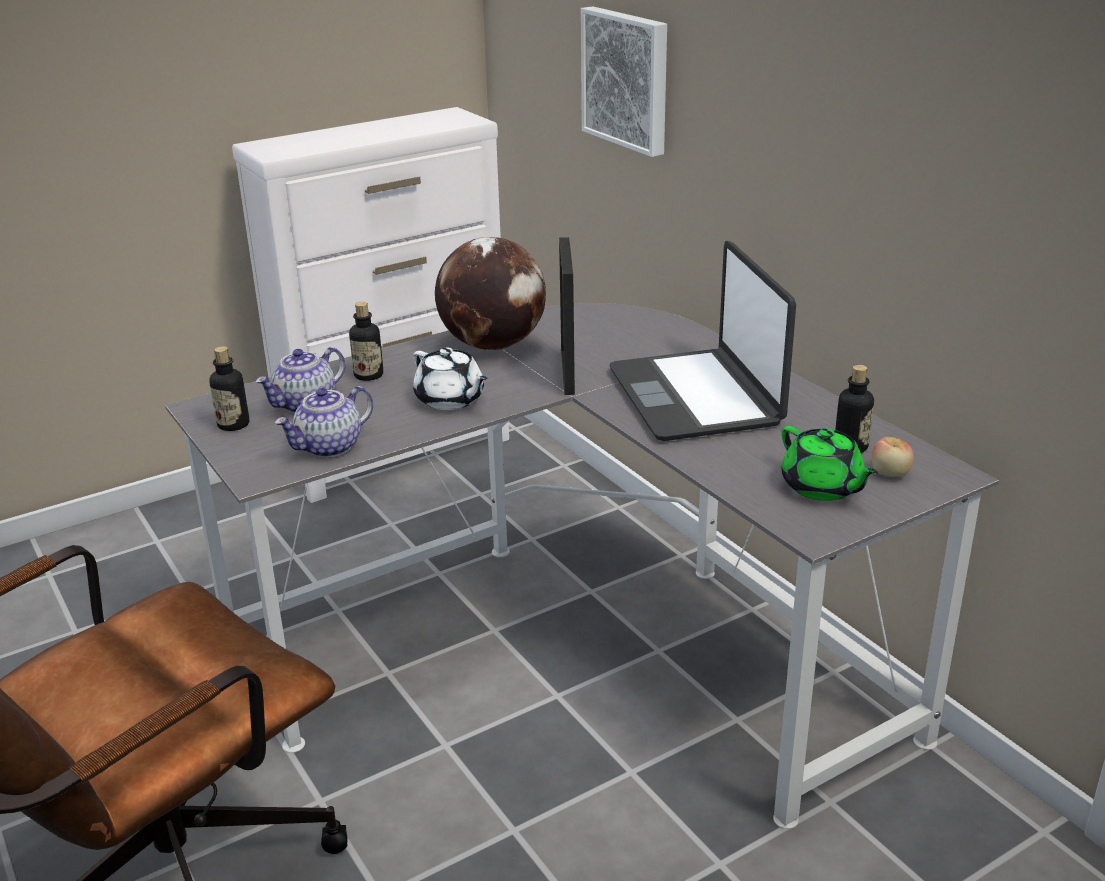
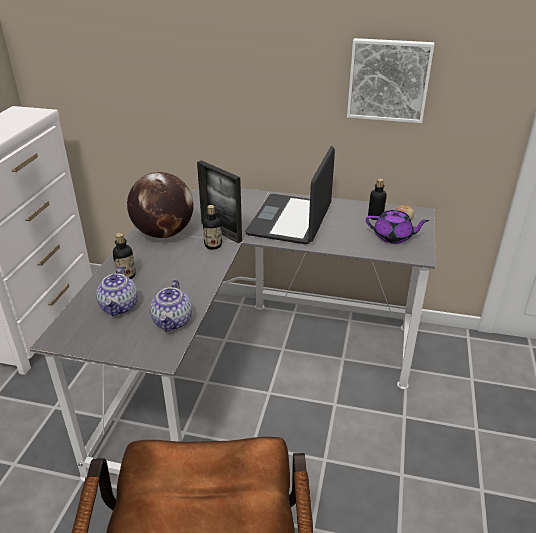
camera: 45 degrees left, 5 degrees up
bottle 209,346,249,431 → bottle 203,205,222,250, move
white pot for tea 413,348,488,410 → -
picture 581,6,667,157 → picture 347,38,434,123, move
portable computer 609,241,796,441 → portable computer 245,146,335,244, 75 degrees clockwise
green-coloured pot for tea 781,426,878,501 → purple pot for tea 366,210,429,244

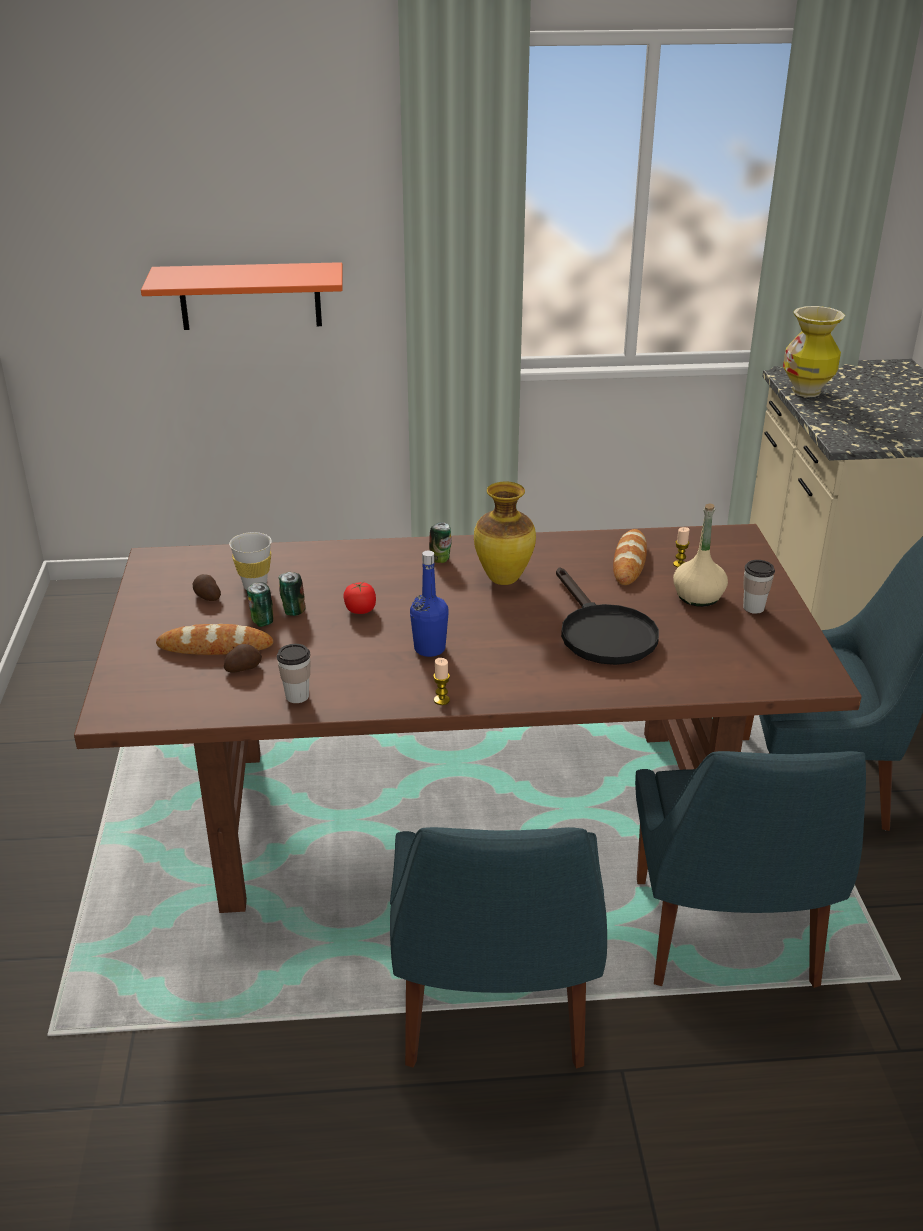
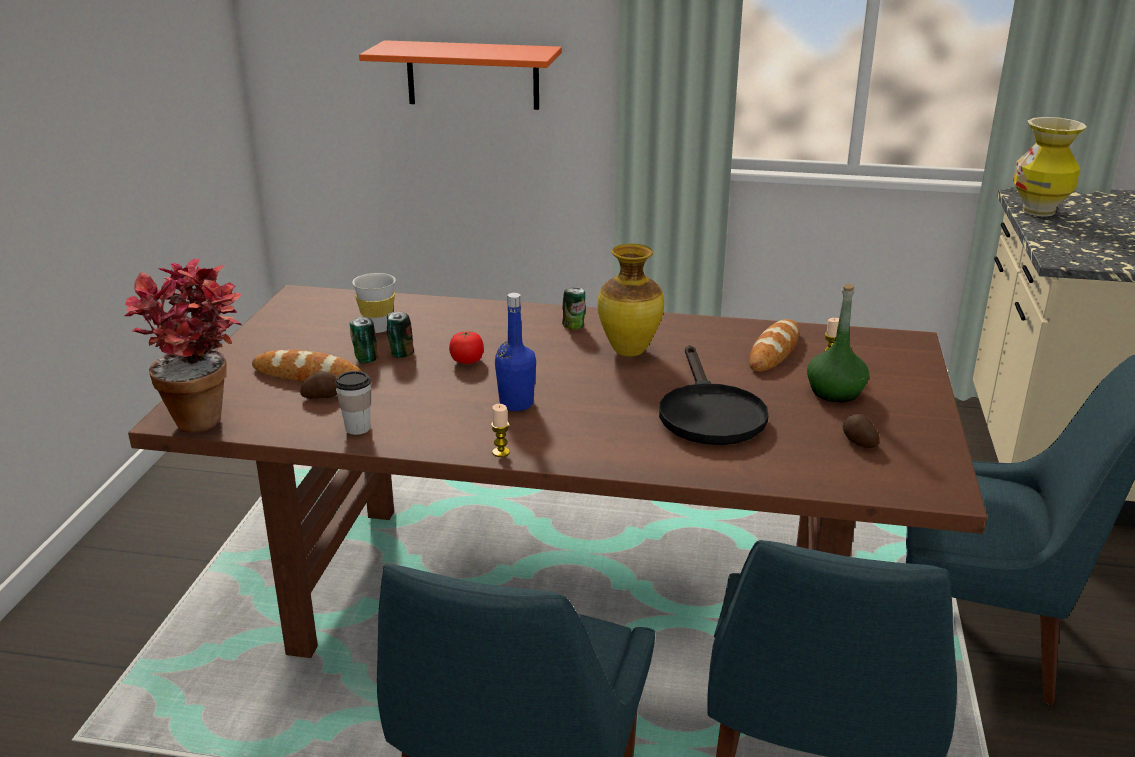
camera: 15 degrees right, 5 degrees down
spud 193,574,221,601 → spud 843,414,879,448, move
beige bottle 673,503,728,607 → green-coloured bottle 807,284,869,403
cup 743,560,775,614 → -
- → plant in a pot 125,259,243,433

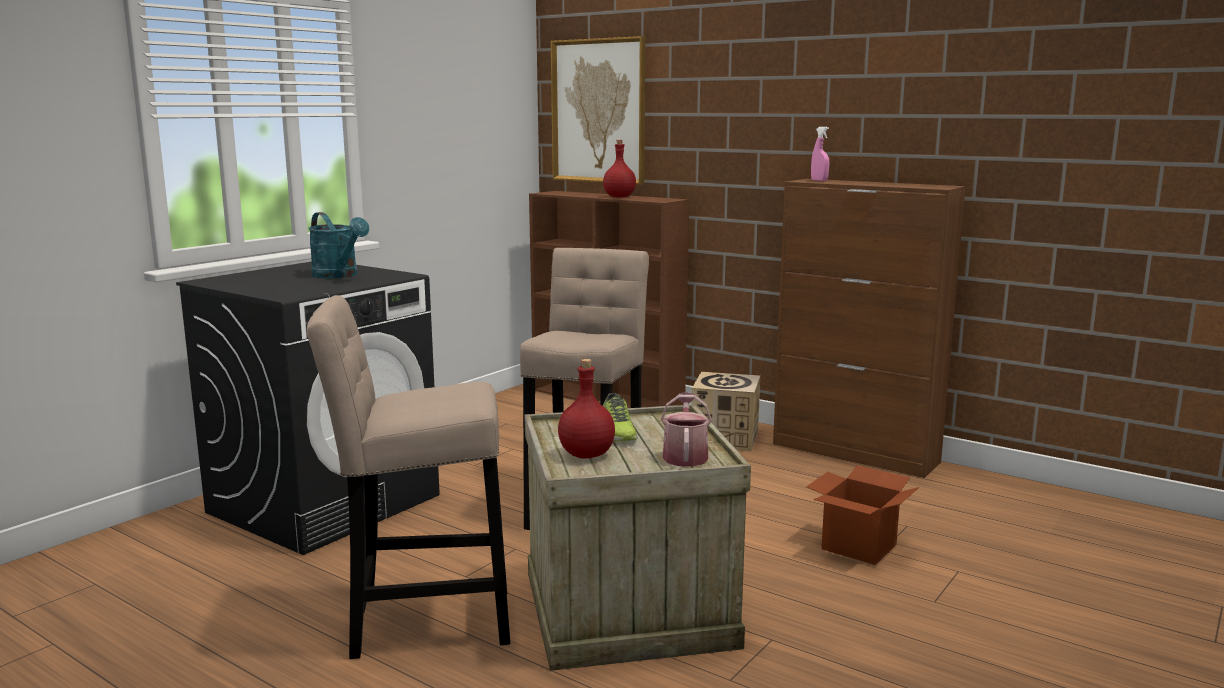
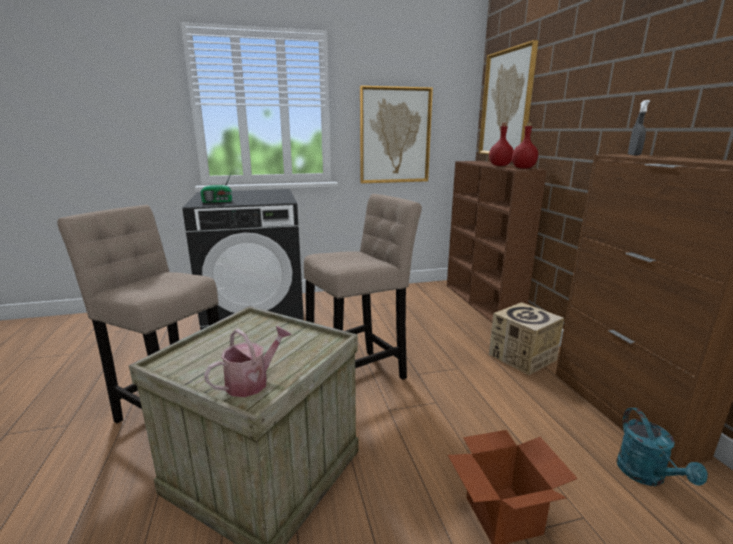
camera: 40 degrees right, 5 degrees up
blue-green watering can 308,212,369,279 → blue-green watering can 616,408,708,486, move
red-coloured bottle 558,359,615,459 → red-coloured bottle 512,122,538,168, move
shoe 603,393,638,441 → -
pink sprayer 811,127,829,181 → grey sprayer 628,100,650,155
- → radio receiver 200,171,232,203
- → picture 360,86,433,183

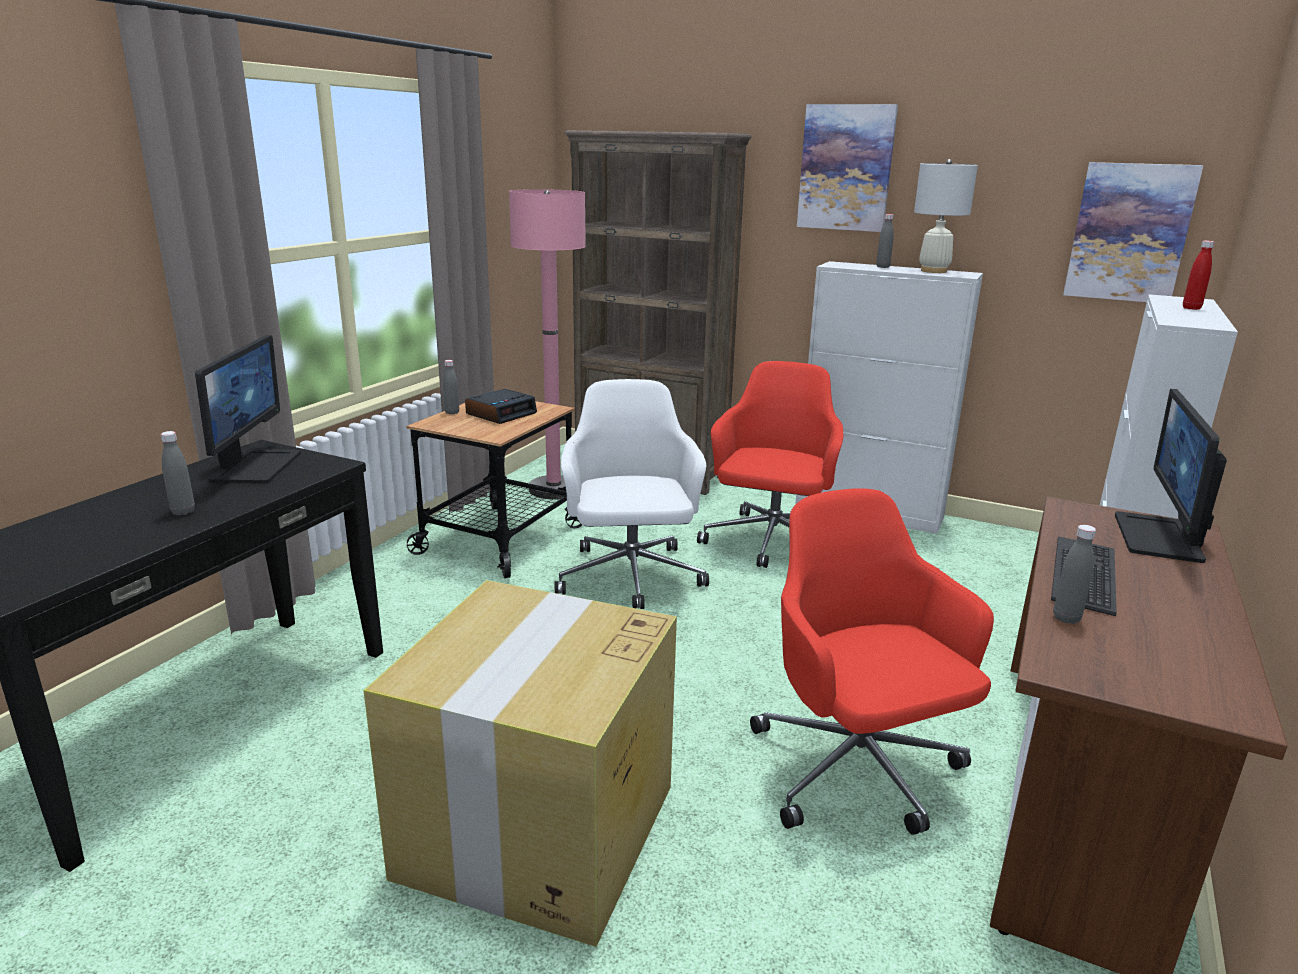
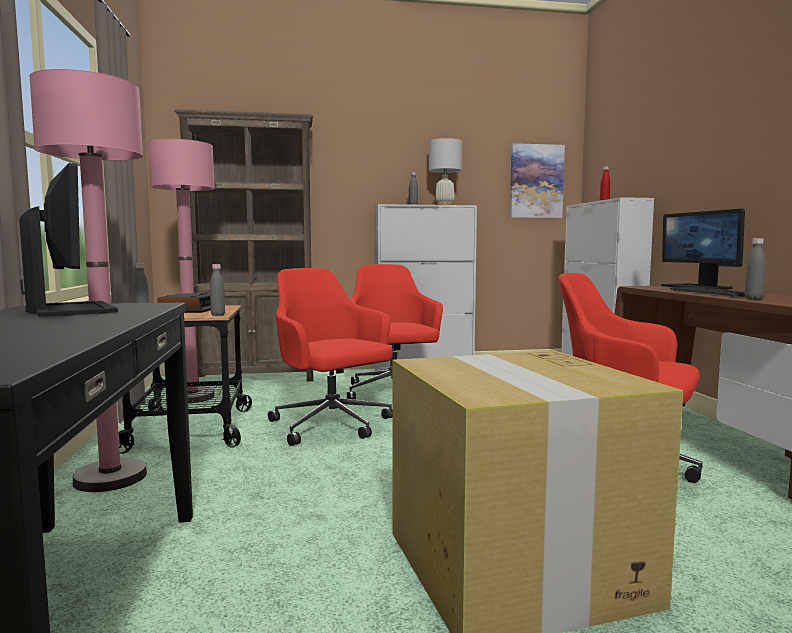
camera: 35 degrees left, 15 degrees down
grey bottle 161,431,195,515 → grey bottle 210,264,225,316, move
white desk chair 555,379,709,609 → red-coloured desk chair 268,268,393,446
picture 797,104,898,232 → -
- → pink floor lamp 29,69,147,492

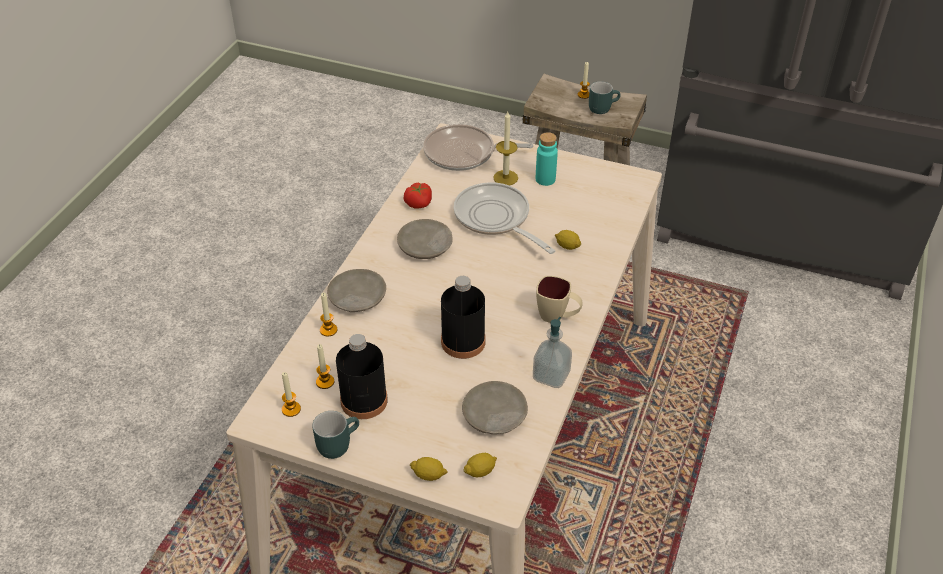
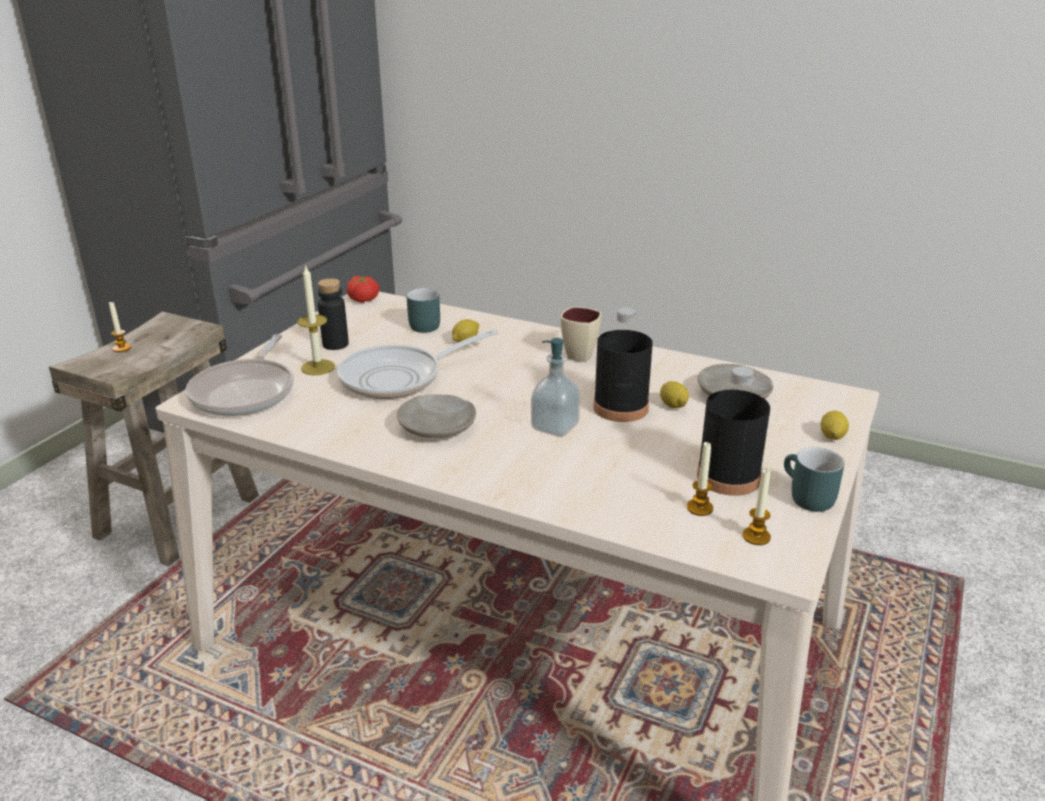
camera: 85 degrees left, 15 degrees down
wax candle 320,292,337,337 → -
beige flat dish 327,269,386,312 → -
tomato 404,183,432,208 → tomato 347,276,380,303, move
lemon 464,453,497,477 → lemon 660,381,689,408, move
liquid soap bottle 533,317,572,388 → liquid soap bottle 531,338,580,437, move
blue-green bottle 536,132,558,186 → black-coloured bottle 318,278,349,350
blue-green tea mug 589,81,621,114 → blue-green tea mug 406,288,440,333, move

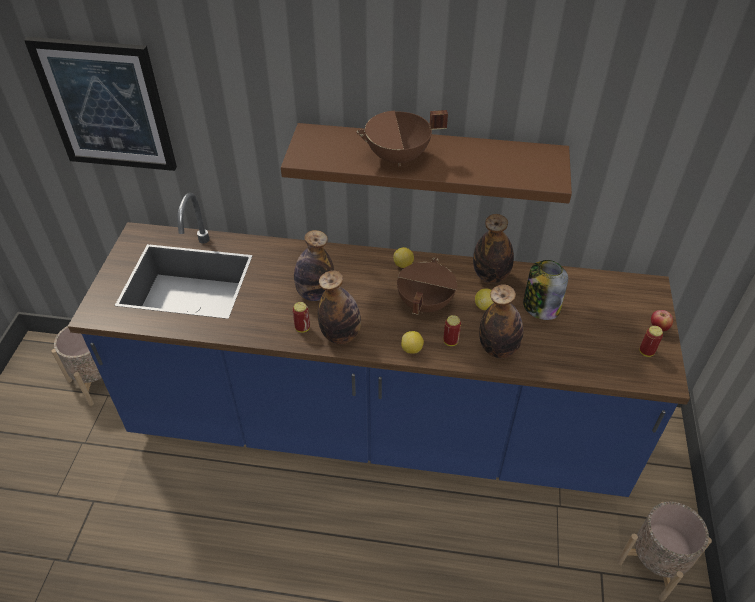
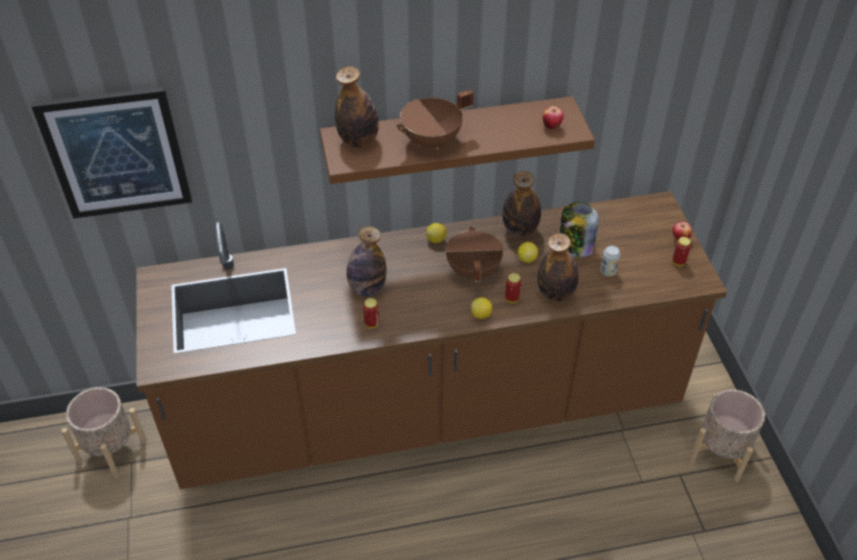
camera: 20 degrees left, 0 degrees up
blue kitchen base unit 68,193,690,497 → brownish kitchen base unit 136,191,727,489
bottle 318,270,361,344 → bottle 335,66,379,148, move
- → apple fruit 543,106,564,129
- → sealed can 600,246,620,276

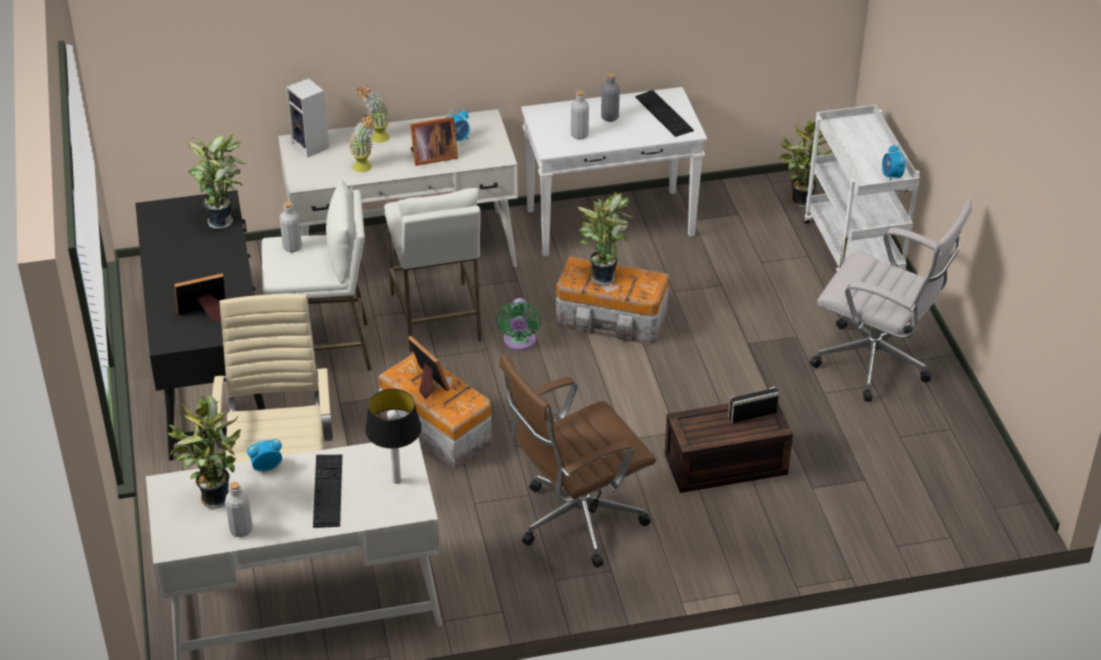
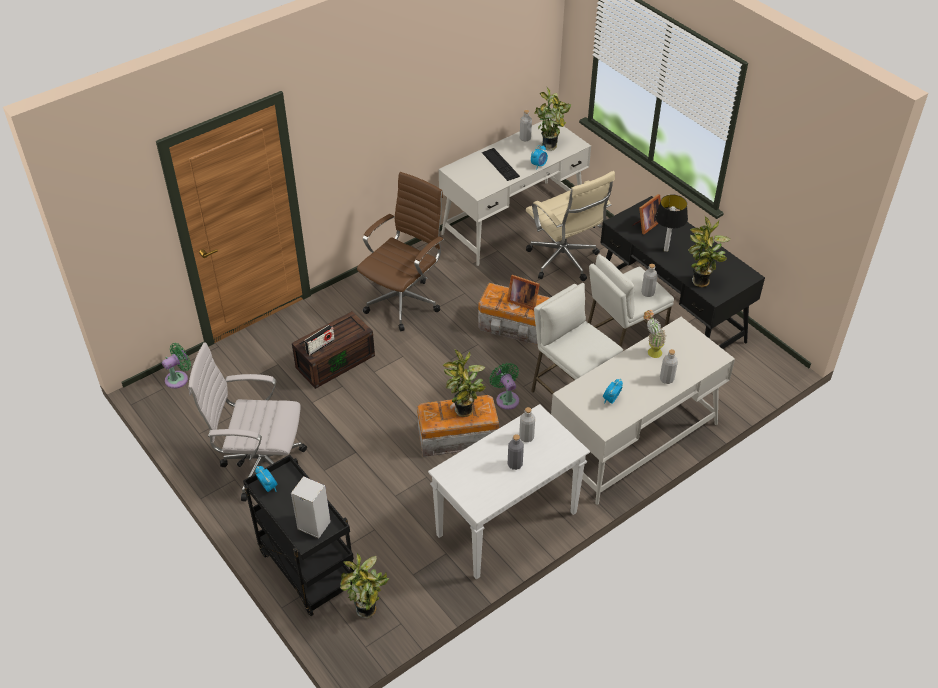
camera: 155 degrees right, 5 degrees up
audio speaker 286,78,329,157 → audio speaker 291,476,331,539, move
plant in a pot 357,85,390,143 → grey bottle 660,349,678,384
table lamp 365,389,422,484 → table lamp 655,195,688,252, move
picture frame 410,116,458,166 → -
PC keyboard 635,90,694,137 → -
white cart 804,105,920,271 → black-coloured cart 243,455,354,616
- → green-coloured fan 162,343,191,389

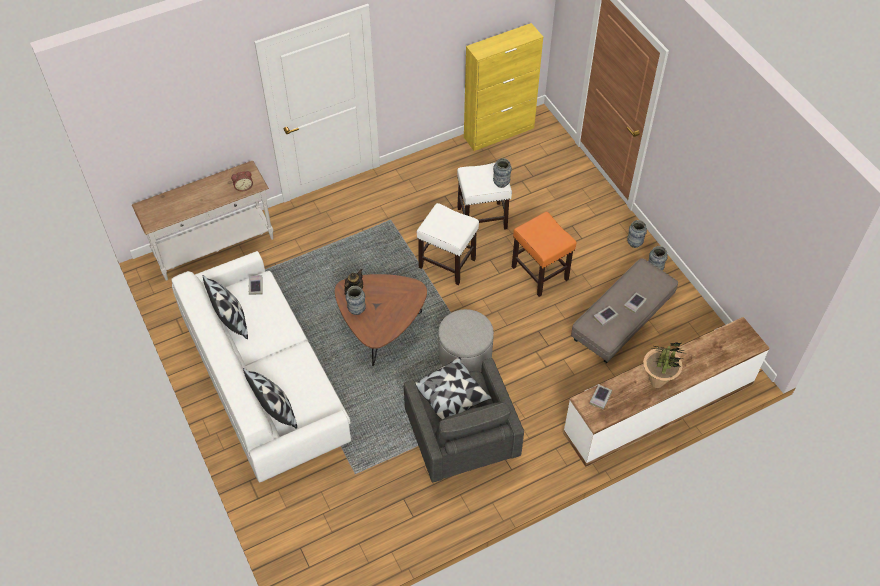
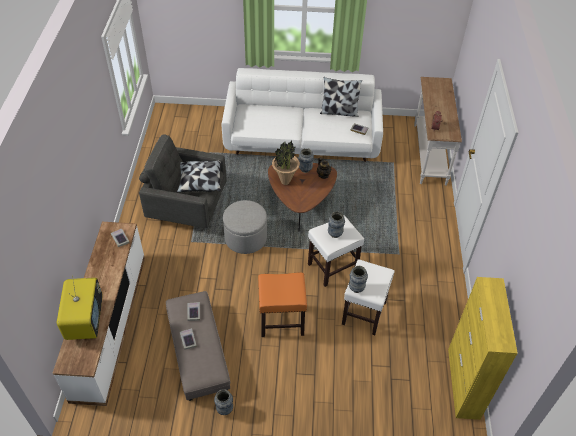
camera: 120 degrees right, 5 degrees down
pillow 243,368,297,429 → -
vase 627,220,647,248 → vase 328,211,345,238, move
plant in a pot 643,342,688,388 → plant in a pot 272,141,300,185, move
- → television 57,275,102,340

